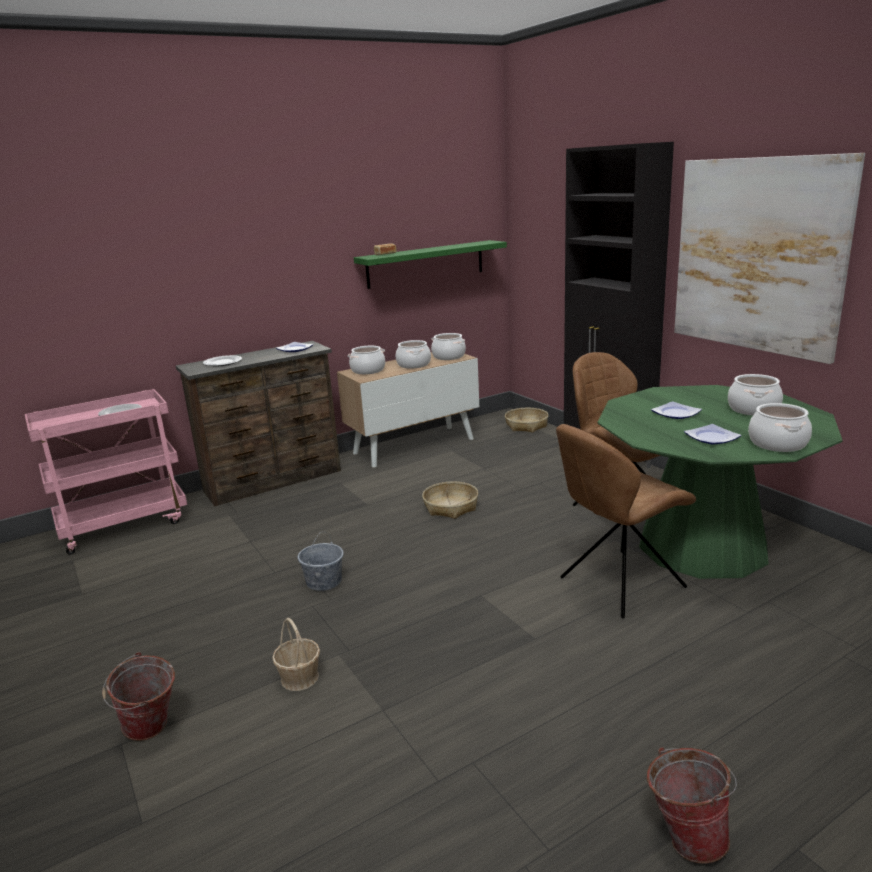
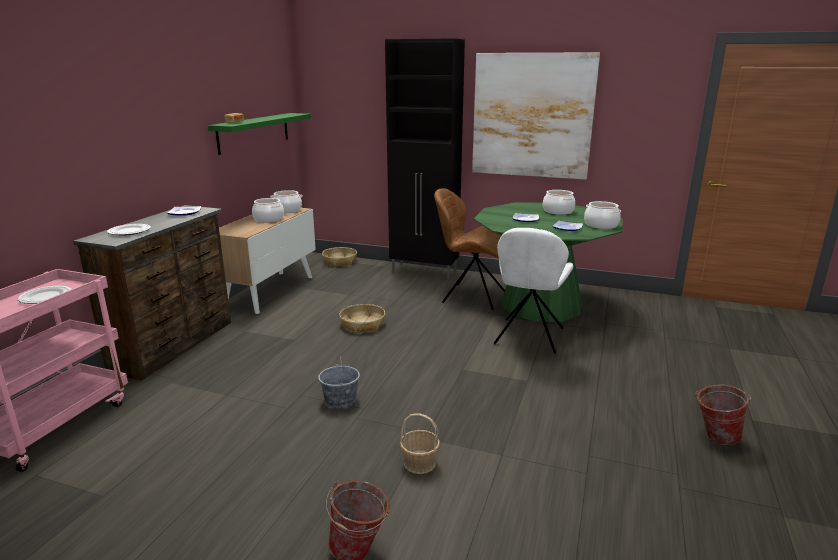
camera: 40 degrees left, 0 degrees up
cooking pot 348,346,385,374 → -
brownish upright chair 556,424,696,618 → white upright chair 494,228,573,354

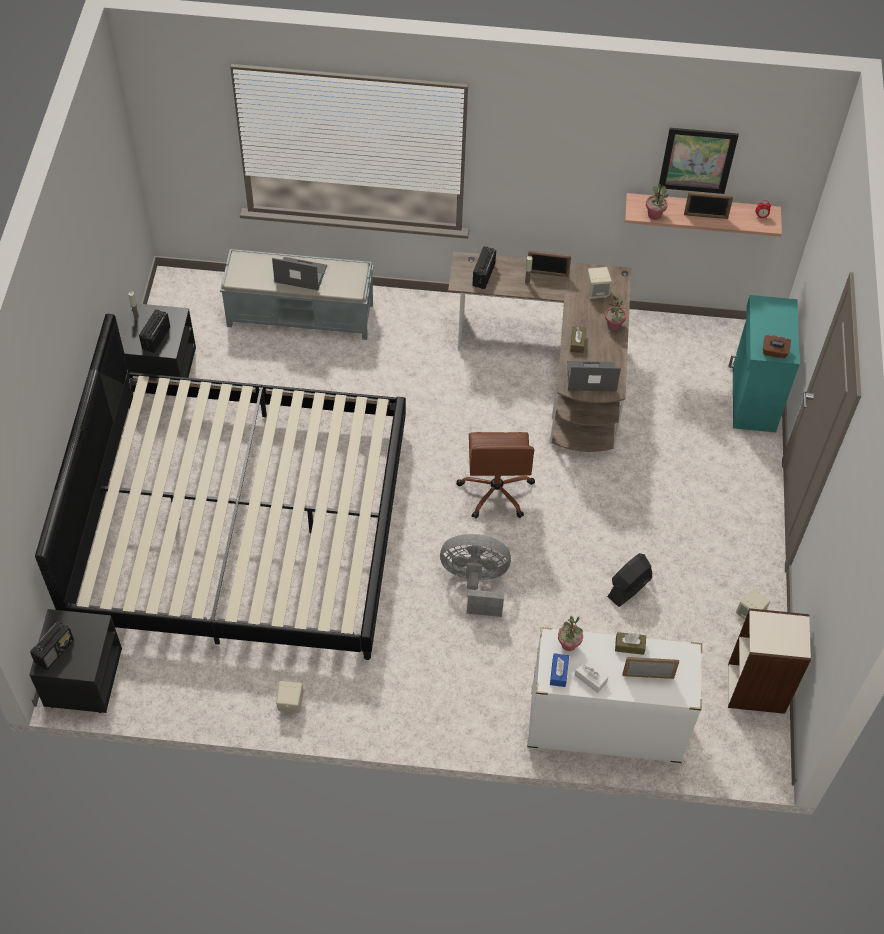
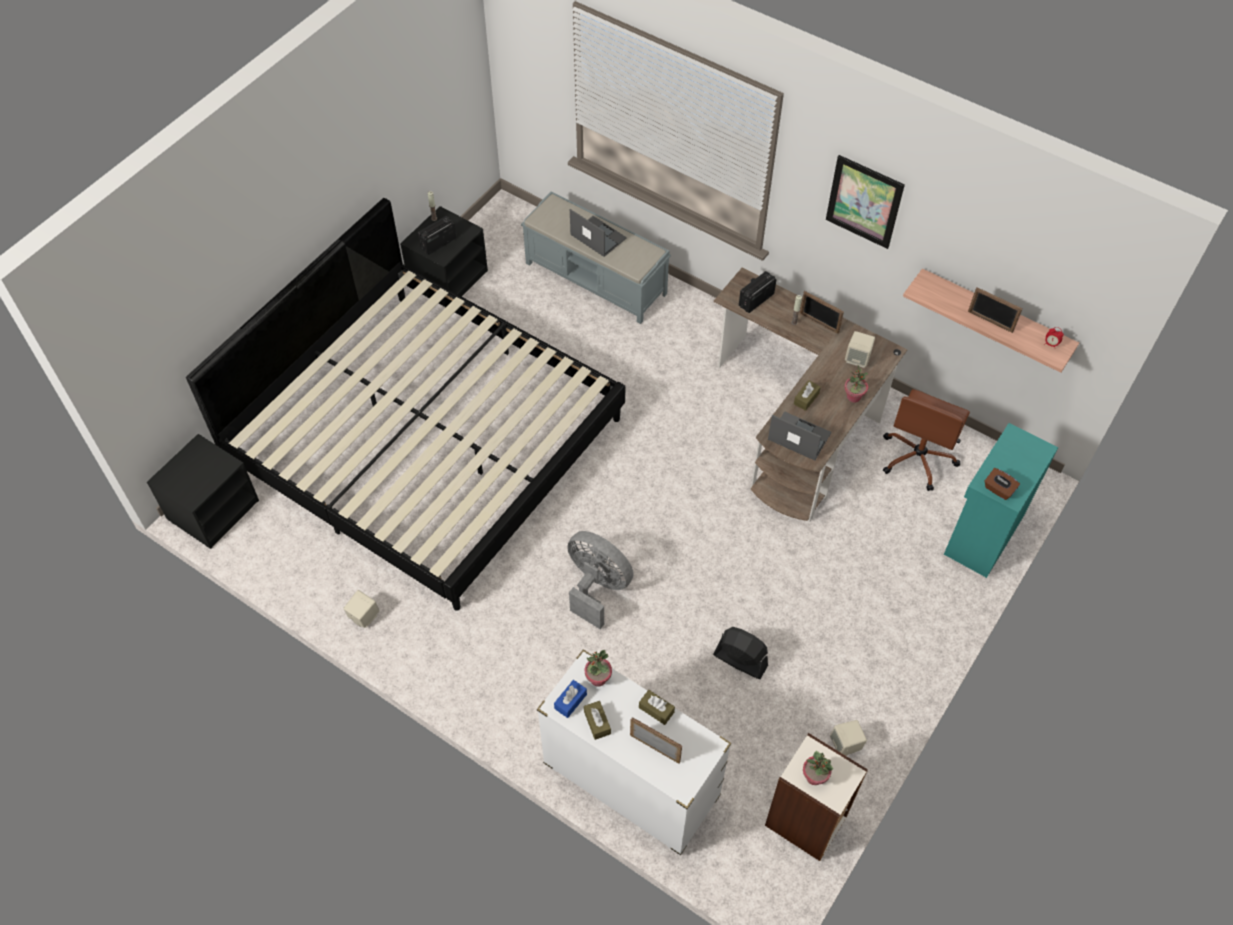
camera: 30 degrees right, 0 degrees up
radio receiver 30,621,74,670 → -
brownish desk chair 456,432,535,519 → brownish desk chair 883,389,970,491, move
white tissue holder 575,660,608,693 → brownish tissue holder 584,701,611,740
black-coloured fan 607,553,652,607 → black-coloured fan 713,627,768,679, 45 degrees clockwise
plant in a pot 646,184,669,220 → plant in a pot 803,751,833,785, move
picture 659,128,739,194 → picture 826,155,905,249, move

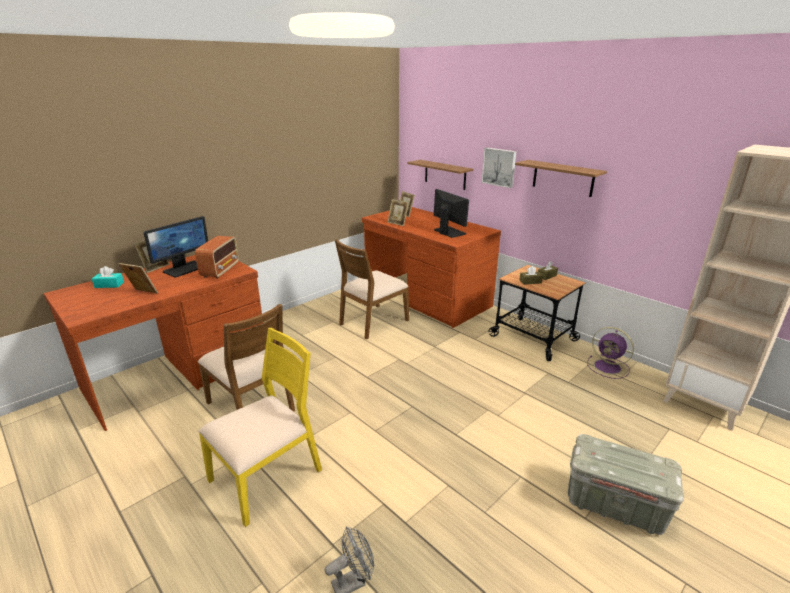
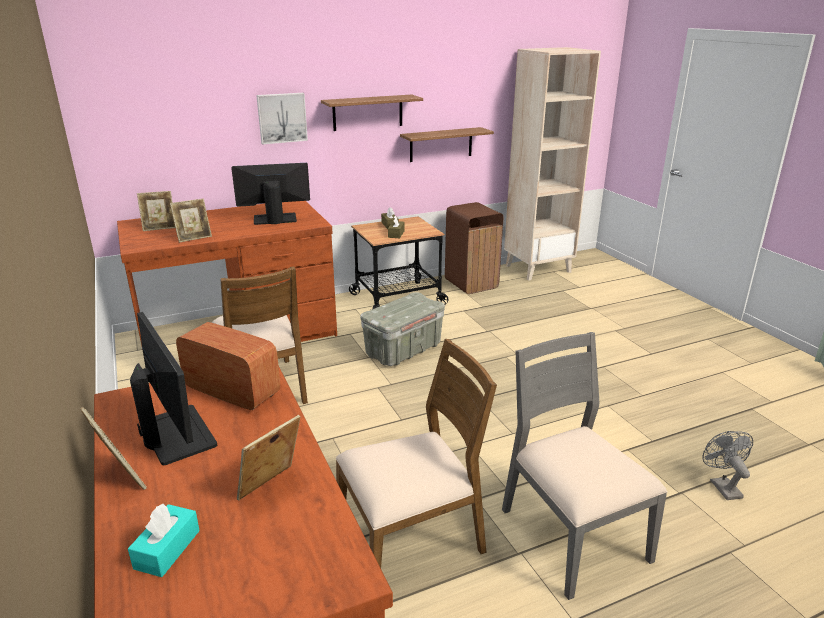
camera: 70 degrees left, 0 degrees up
yellow upright chair 199,328,322,527 → grey upright chair 502,332,668,600
bracket shelf 407,160,473,190 → bracket shelf 400,127,494,162, move
grey storage container 568,434,684,535 → grey storage container 360,292,445,366, move
purple fan 587,327,634,379 → brownish waste bin 445,202,503,294

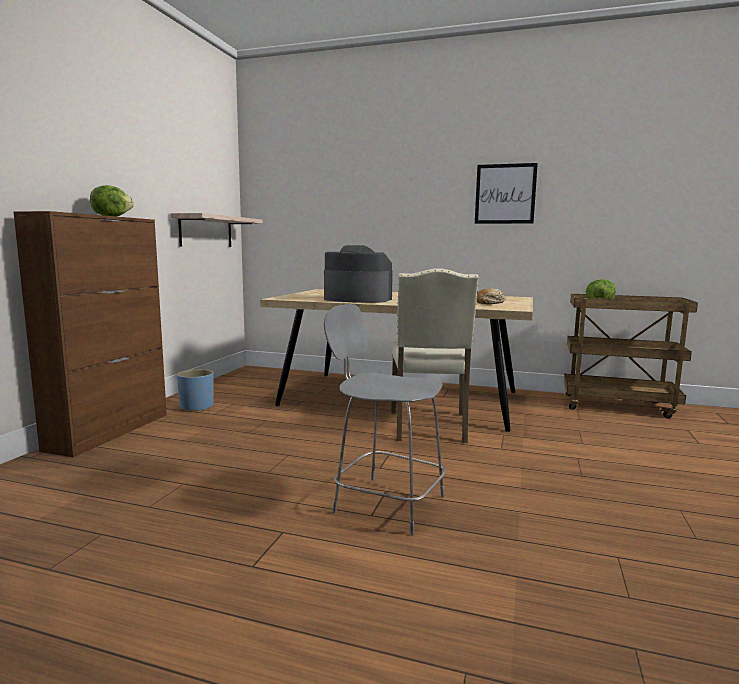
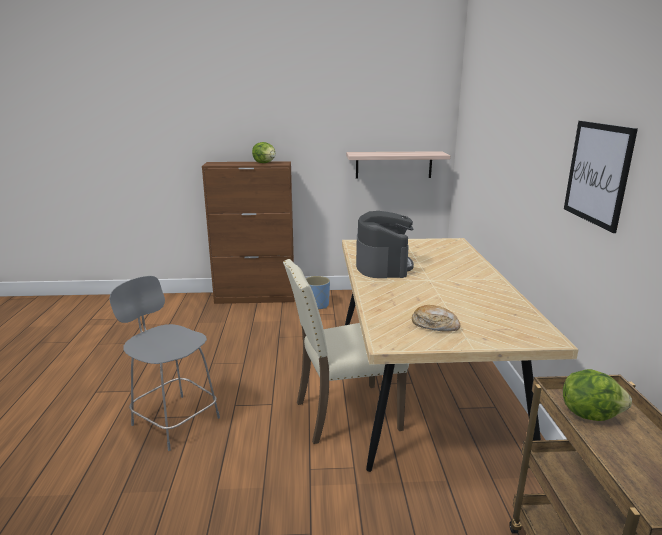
camera: 70 degrees right, 10 degrees up
grey upright chair 324,304,446,535 → grey upright chair 109,276,220,451, 60 degrees counterclockwise

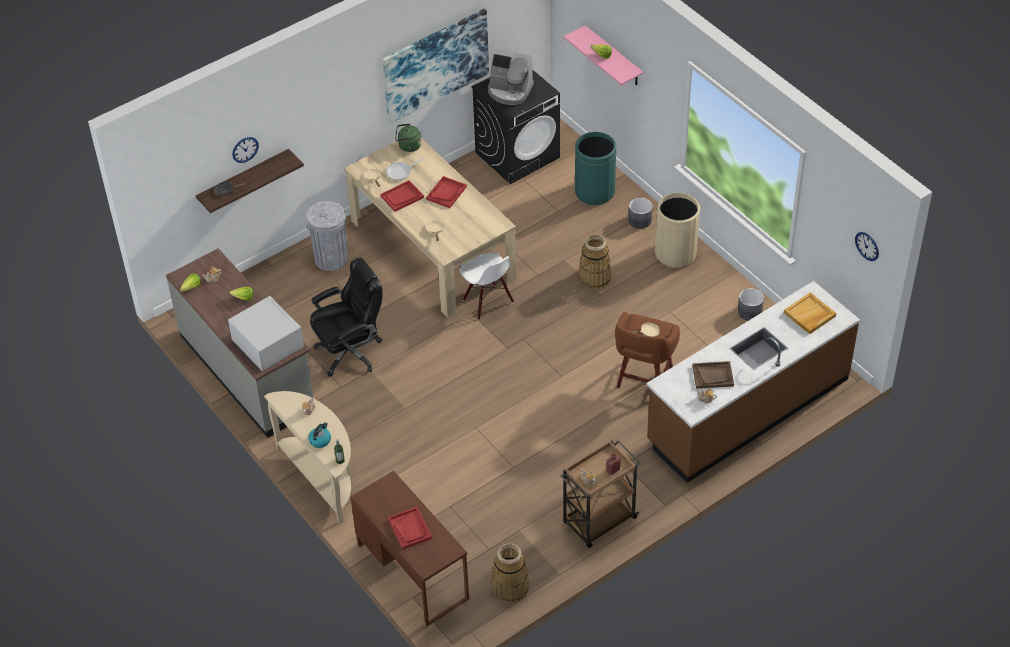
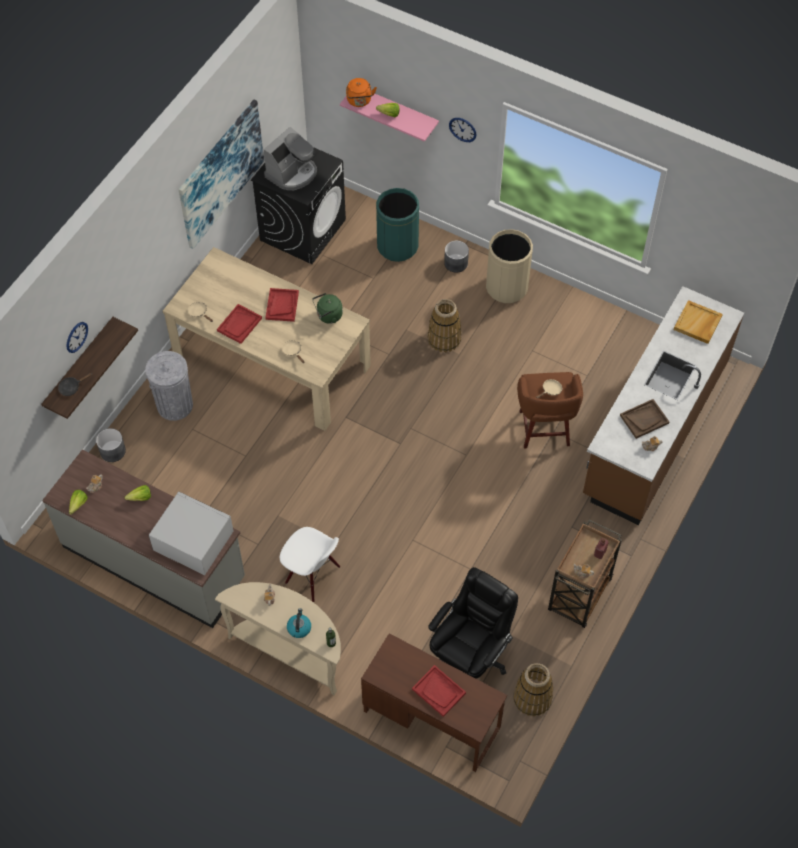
camera: 25 degrees left, 10 degrees up
black-coloured desk chair 310,257,382,377 → black-coloured desk chair 428,567,518,679, move
skillet 386,158,425,180 → -
green-coloured tea kettle 395,124,422,152 → green-coloured tea kettle 312,293,343,324, move
white upright chair 460,252,514,320 → white upright chair 280,527,340,602, move
coffee machine 488,49,534,105 → coffee machine 263,127,317,190, 45 degrees counterclockwise
grey plant pot 738,288,764,321 → grey plant pot 96,428,126,462, move
clock on the wall 855,232,879,261 → clock on the wall 449,118,477,142, move
- → orange-coloured tea kettle 346,78,377,107

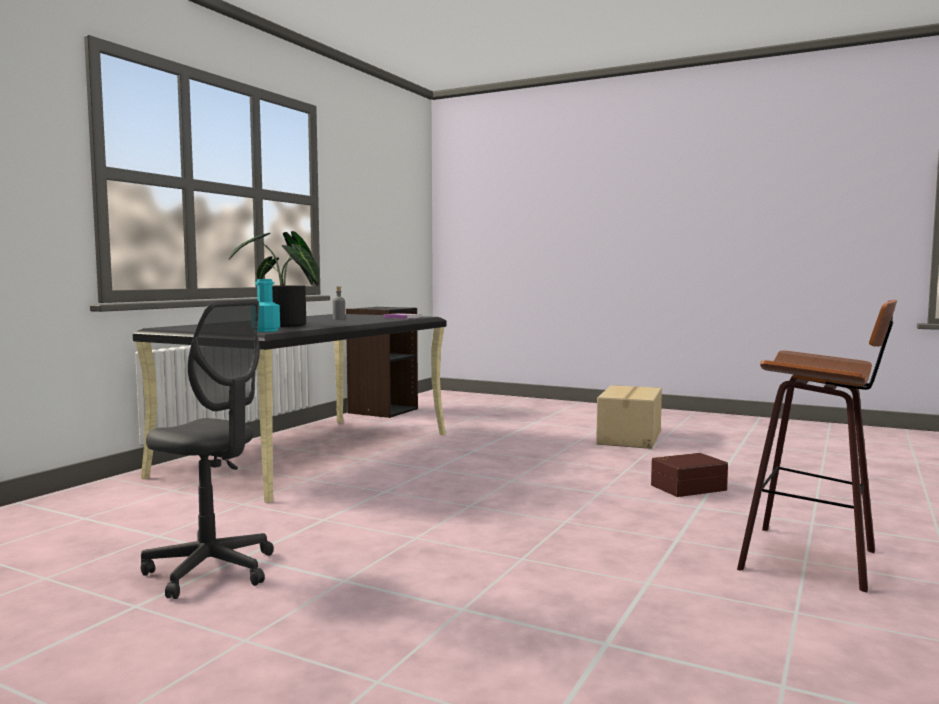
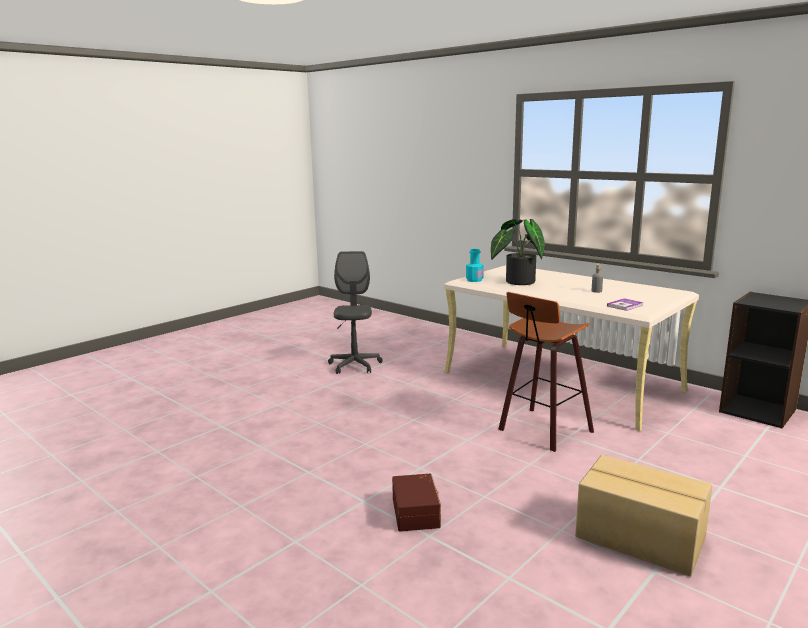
camera: 105 degrees right, 10 degrees up
black-coloured desk 133,314,446,503 → beige desk 444,265,699,431
grey desk chair 141,300,274,599 → grey desk chair 328,251,383,374, 135 degrees clockwise
stool 737,300,897,593 → stool 498,292,594,452, move

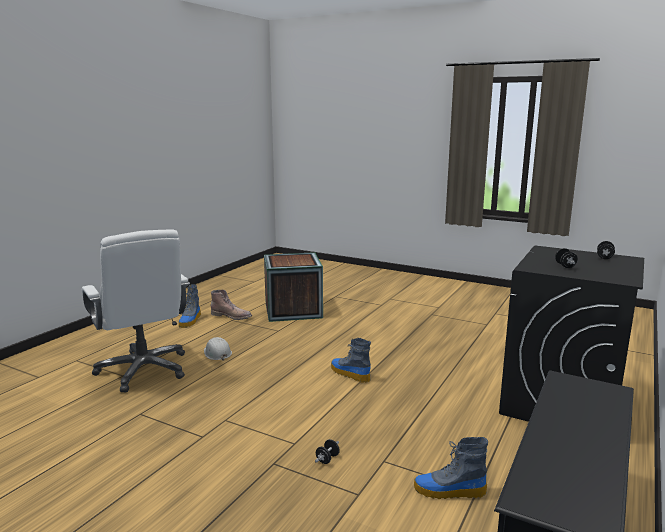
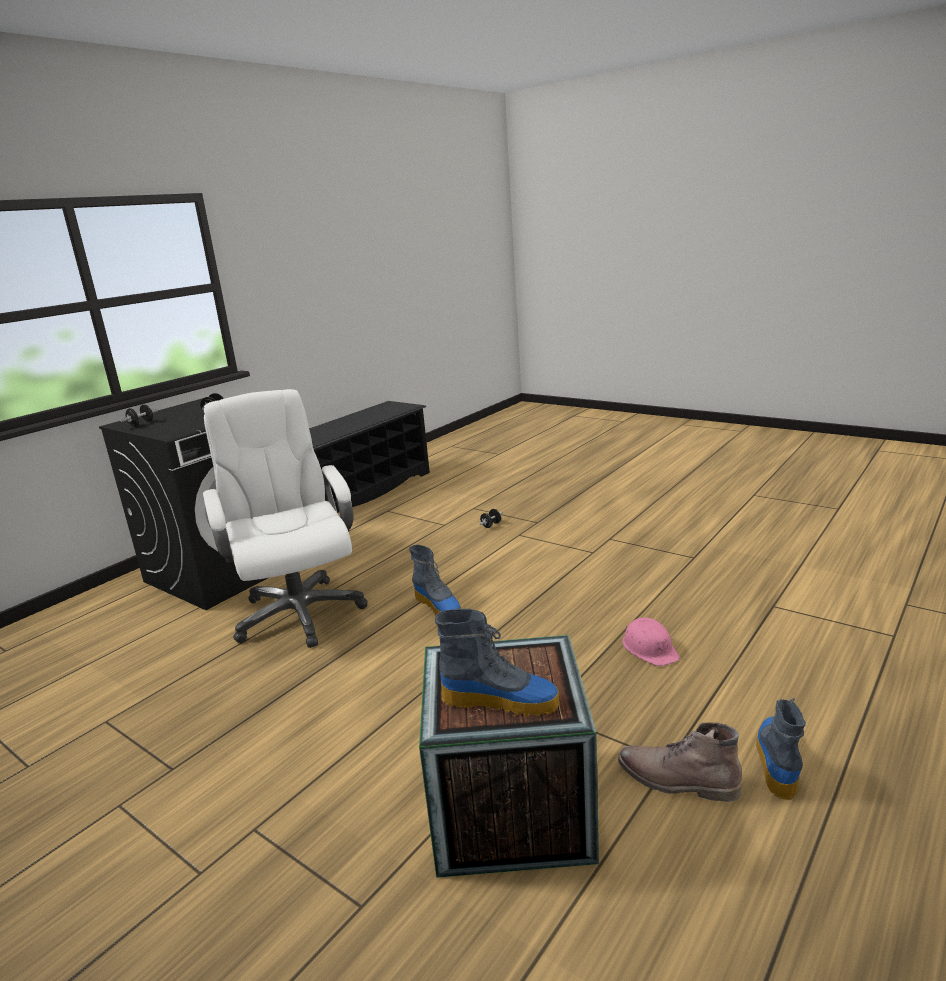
camera: 170 degrees left, 5 degrees up
white desk chair 82,229,190,392 → white desk chair 203,389,367,648, move
white safety helmet 204,337,232,361 → pink safety helmet 622,618,680,666
boot 414,437,488,499 → boot 435,609,560,717, move

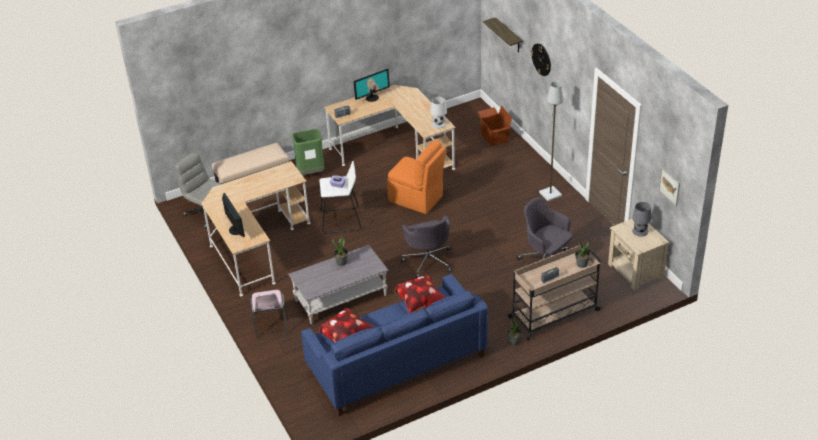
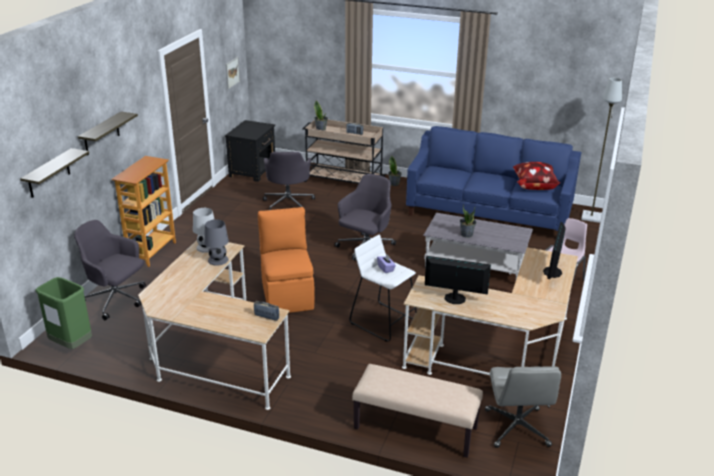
camera: 135 degrees left, 10 degrees down
green-coloured waste bin 292,129,325,175 → green-coloured waste bin 35,277,92,349, move
computer display 353,68,390,102 → computer display 425,256,491,304, move
pillow 394,275,446,313 → -
carton 478,105,513,146 → grey desk chair 74,220,146,320
clock on the wall 531,43,551,76 → bracket shelf 78,111,138,155
grey floor lamp 539,82,564,201 → grey floor lamp 581,78,622,223, move
beige bedside table 608,219,669,291 → black-coloured bedside table 225,120,275,182
grey table lamp 632,202,651,237 → grey table lamp 204,219,229,266, move
- → shelving unit 111,156,176,267

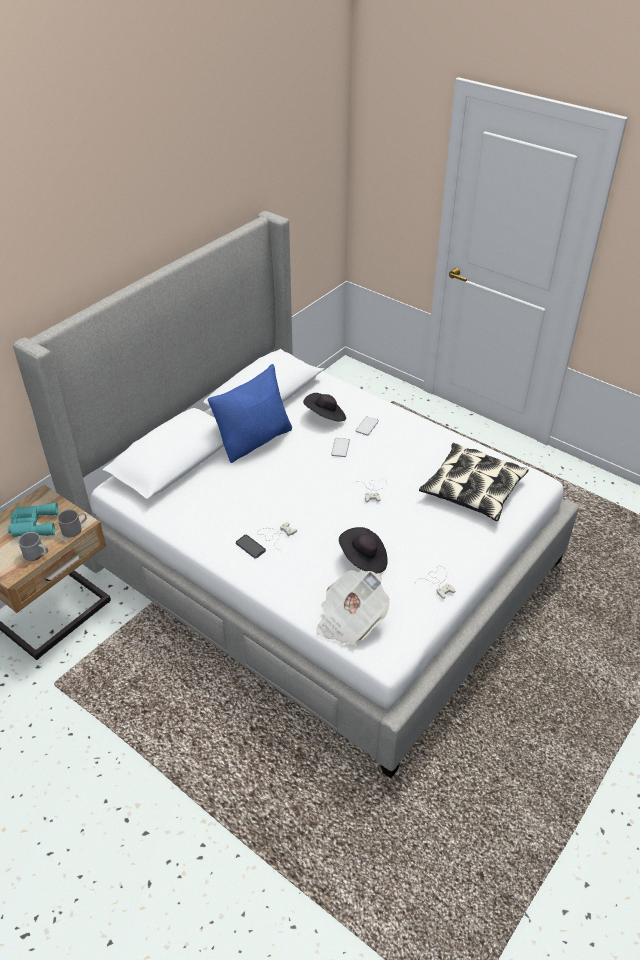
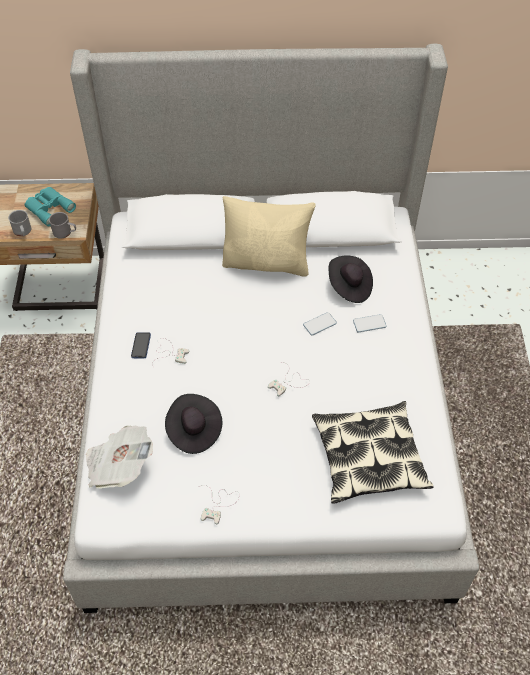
camera: 50 degrees right, 10 degrees up
blue pillow 208,364,292,463 → beige pillow 222,196,316,277

